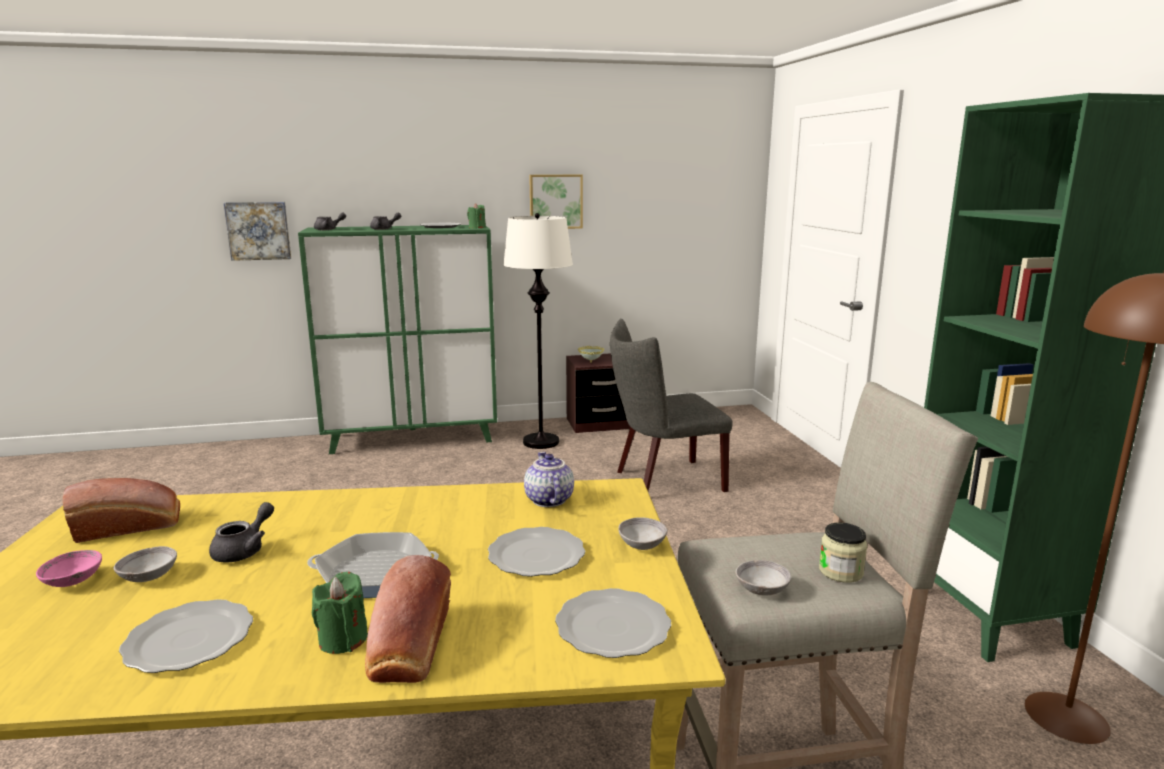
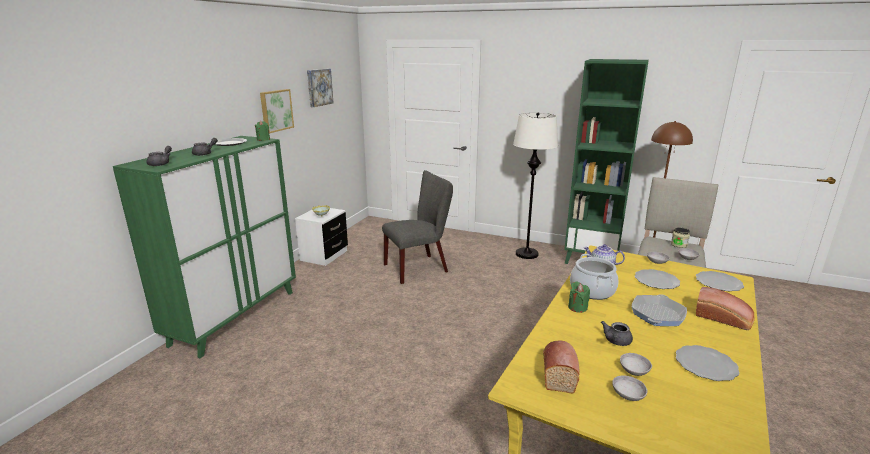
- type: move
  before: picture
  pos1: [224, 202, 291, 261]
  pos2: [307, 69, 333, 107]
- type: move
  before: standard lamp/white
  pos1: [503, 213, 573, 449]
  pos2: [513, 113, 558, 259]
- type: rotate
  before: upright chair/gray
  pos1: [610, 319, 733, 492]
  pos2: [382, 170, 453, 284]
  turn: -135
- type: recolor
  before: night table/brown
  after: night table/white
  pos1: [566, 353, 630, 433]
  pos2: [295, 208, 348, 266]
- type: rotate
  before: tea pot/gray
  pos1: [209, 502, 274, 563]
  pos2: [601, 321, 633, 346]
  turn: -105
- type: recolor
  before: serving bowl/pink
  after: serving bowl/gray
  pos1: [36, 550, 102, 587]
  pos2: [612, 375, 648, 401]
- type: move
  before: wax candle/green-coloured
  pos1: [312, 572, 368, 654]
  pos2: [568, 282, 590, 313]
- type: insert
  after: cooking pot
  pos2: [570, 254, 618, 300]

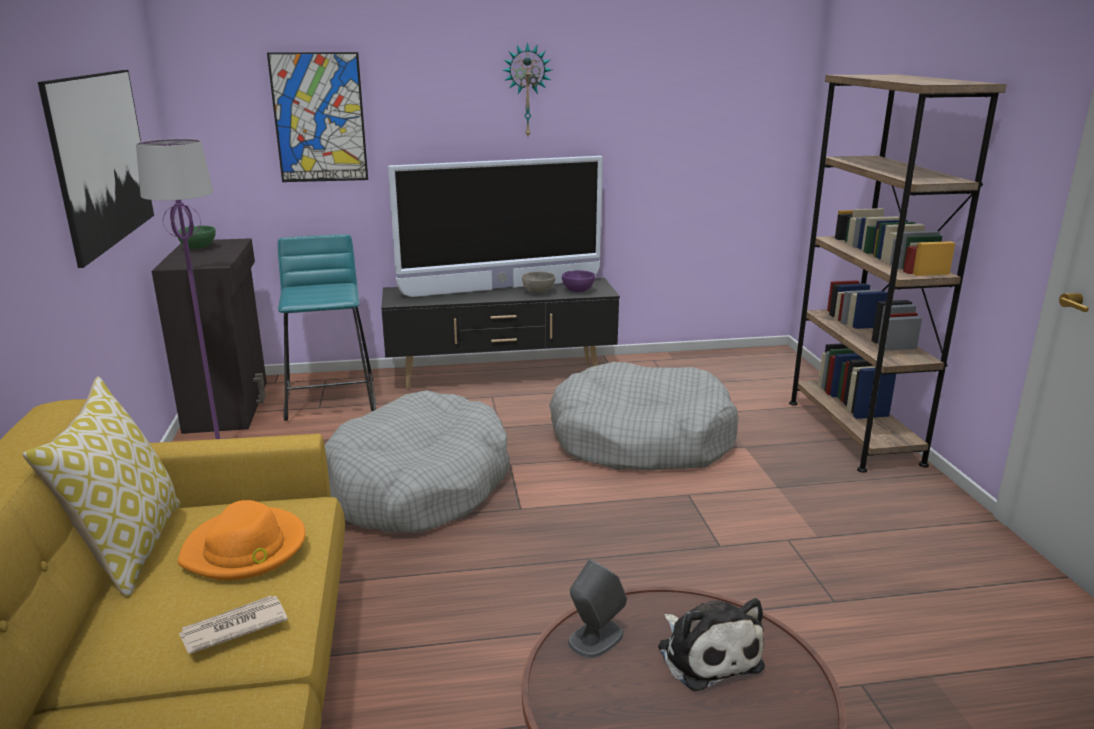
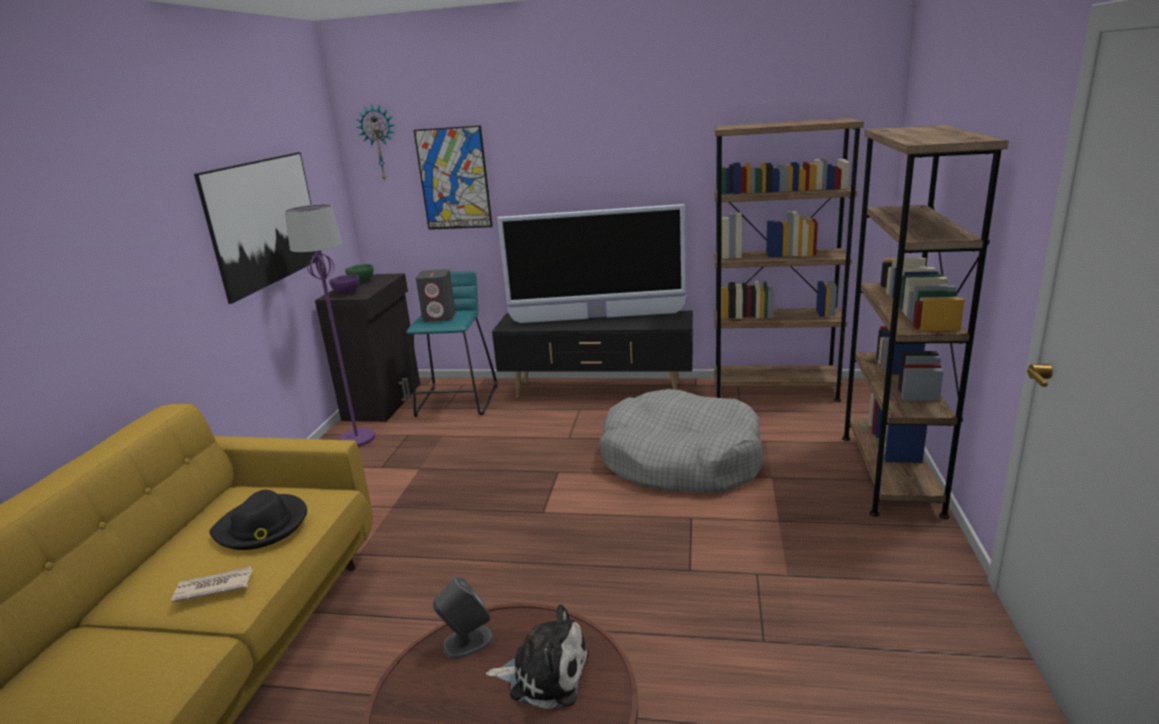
- type: move
  before: wall clock
  pos1: [503, 42, 552, 136]
  pos2: [356, 105, 394, 181]
- type: move
  before: serving bowl/purple-coloured
  pos1: [562, 270, 595, 292]
  pos2: [329, 275, 359, 294]
- type: delete
  before: serving bowl/gray
  pos1: [522, 272, 555, 294]
- type: delete
  before: cushion
  pos1: [23, 376, 180, 598]
- type: delete
  before: dog bed/gray
  pos1: [324, 390, 510, 533]
- type: recolor
  before: hat/orange
  after: hat/black-coloured
  pos1: [178, 500, 306, 580]
  pos2: [210, 490, 307, 550]
- type: rotate
  before: plush toy
  pos1: [658, 598, 765, 691]
  pos2: [486, 604, 589, 709]
  turn: -75
- type: insert
  after: shelving unit/brown
  pos2: [714, 118, 864, 402]
- type: insert
  after: loudspeaker/gray
  pos2: [416, 269, 456, 322]

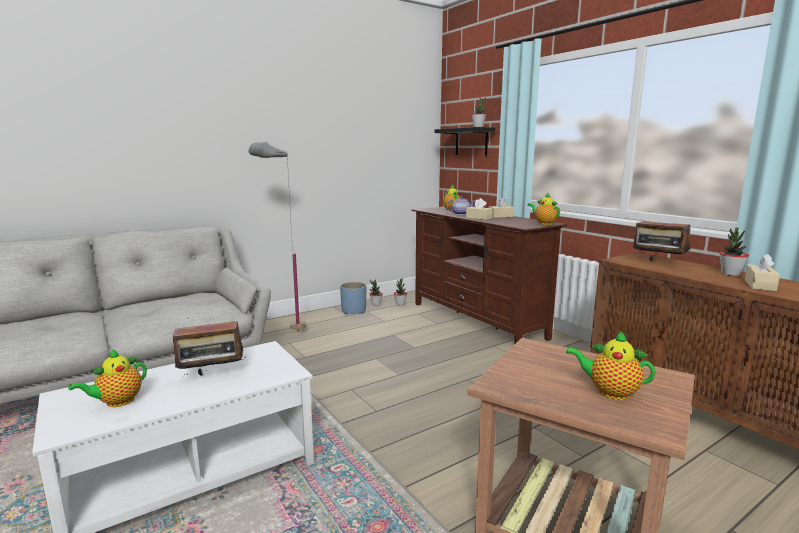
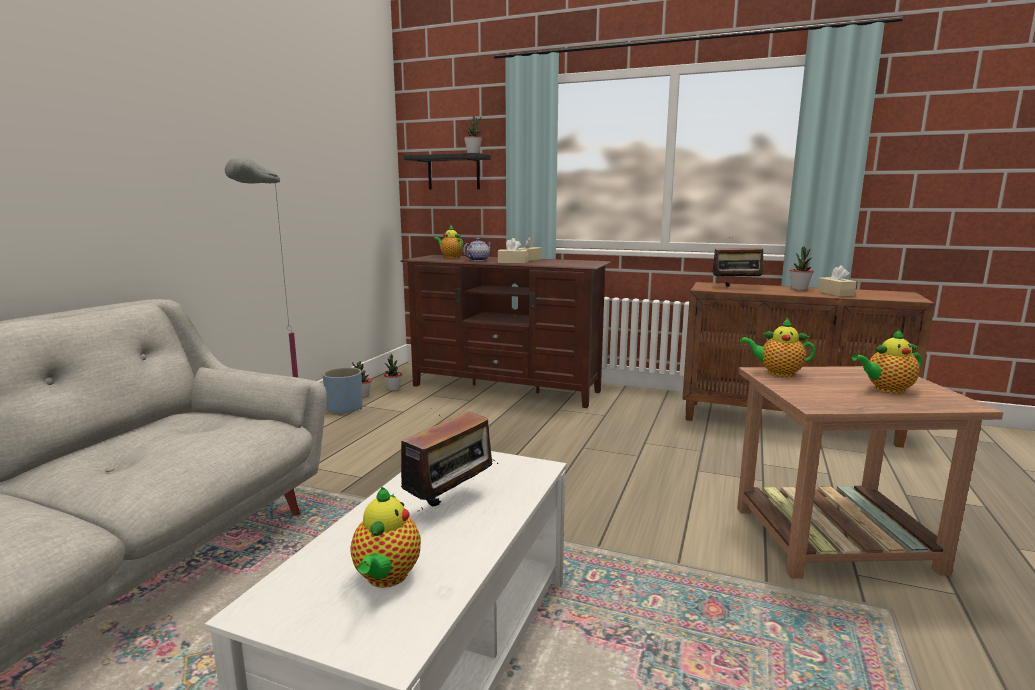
- type: move
  before: tea pot
  pos1: [527, 193, 560, 225]
  pos2: [740, 318, 816, 377]

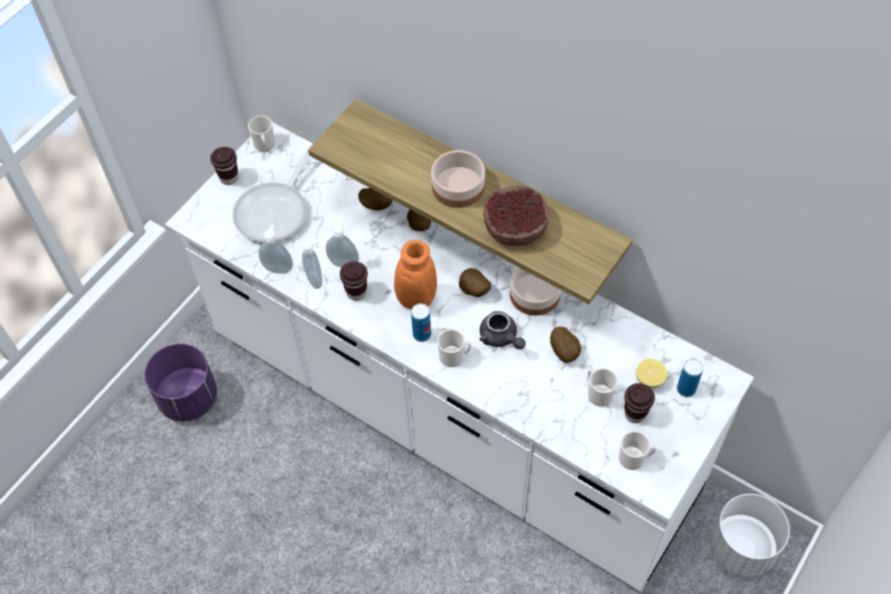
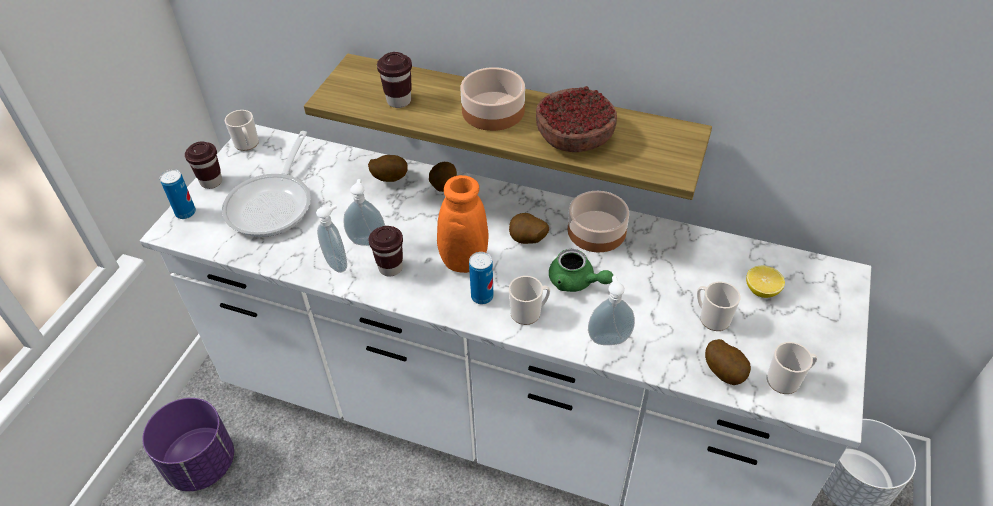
- type: move
  before: soap dispenser
  pos1: [259, 225, 293, 274]
  pos2: [588, 276, 635, 345]
- type: recolor
  before: tea pot/gray
  after: tea pot/green-coloured
  pos1: [480, 311, 526, 349]
  pos2: [549, 249, 613, 292]
- type: move
  before: whole potato
  pos1: [550, 327, 581, 363]
  pos2: [705, 339, 751, 385]
- type: move
  before: metal can
  pos1: [677, 359, 703, 397]
  pos2: [160, 169, 196, 219]
- type: move
  before: drinking cup/brown
  pos1: [624, 383, 655, 423]
  pos2: [377, 52, 412, 108]

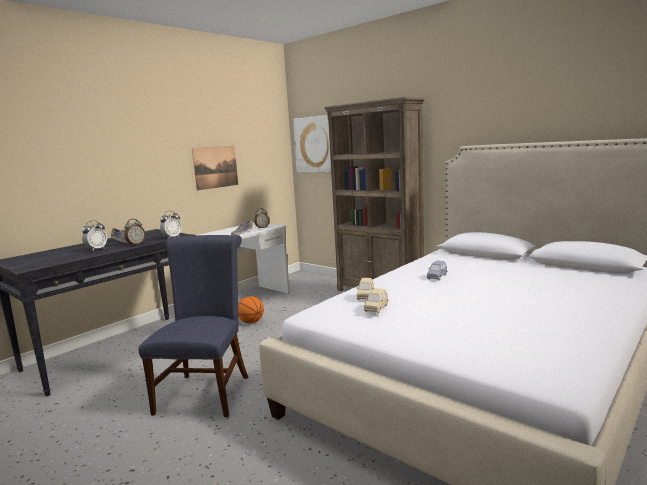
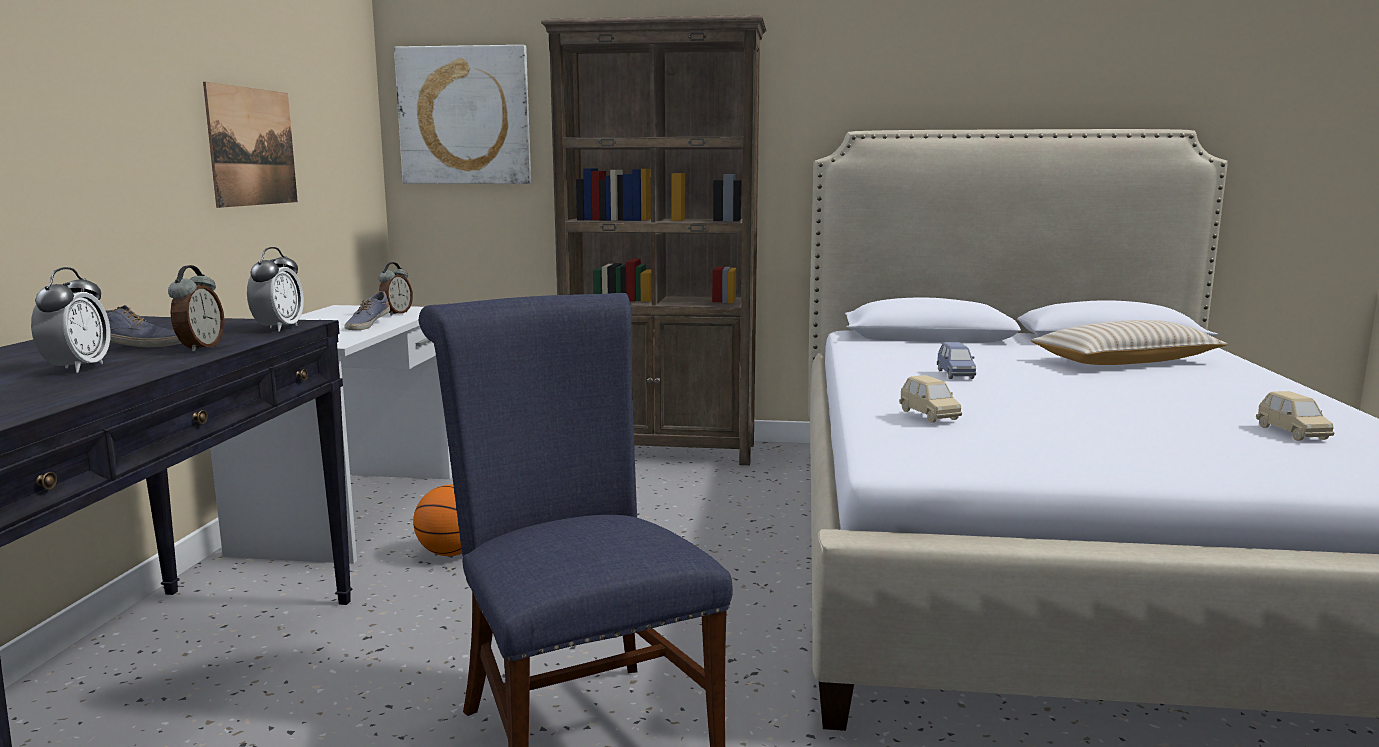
- type: move
  before: miniature car/sand-coloured
  pos1: [364, 288, 389, 314]
  pos2: [1256, 391, 1334, 441]
- type: insert
  after: cushion/sand-coloured
  pos2: [1031, 320, 1228, 365]

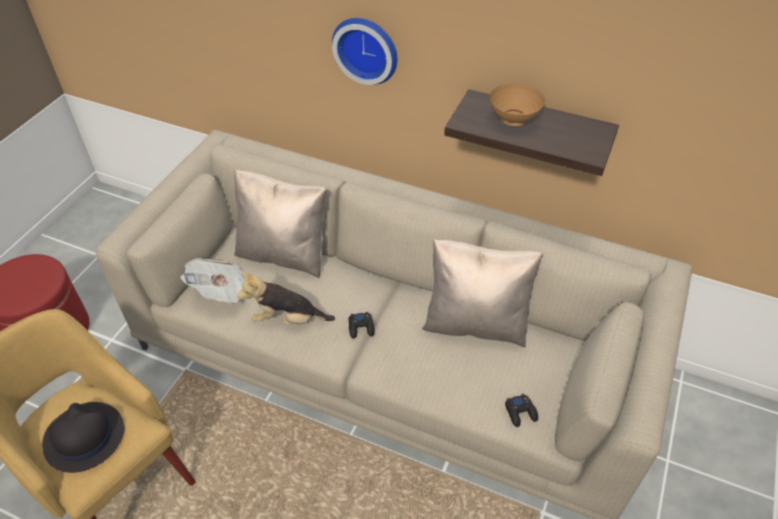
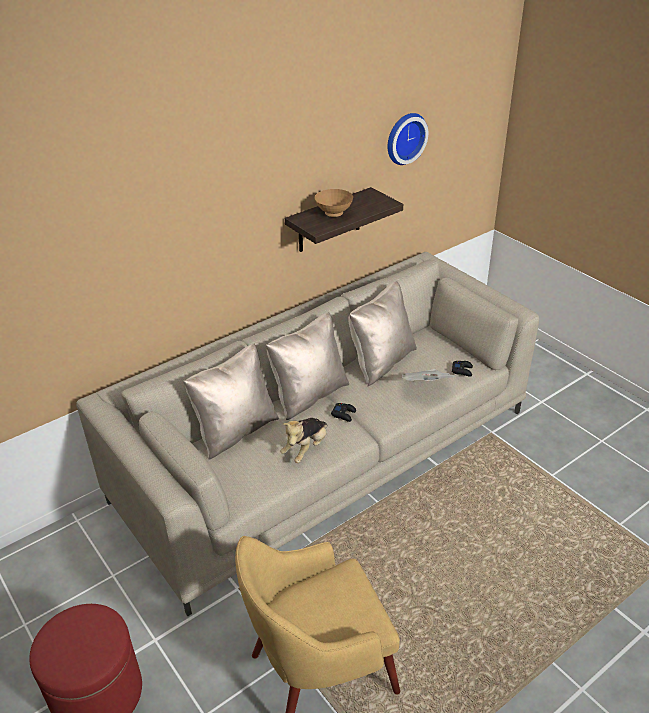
- type: move
  before: wall clock
  pos1: [332, 18, 397, 85]
  pos2: [388, 113, 428, 165]
- type: move
  before: daily paper
  pos1: [180, 258, 246, 304]
  pos2: [402, 369, 456, 381]
- type: delete
  before: hat/black-coloured
  pos1: [42, 402, 124, 473]
- type: insert
  after: cushion/sand-coloured
  pos2: [266, 312, 349, 420]

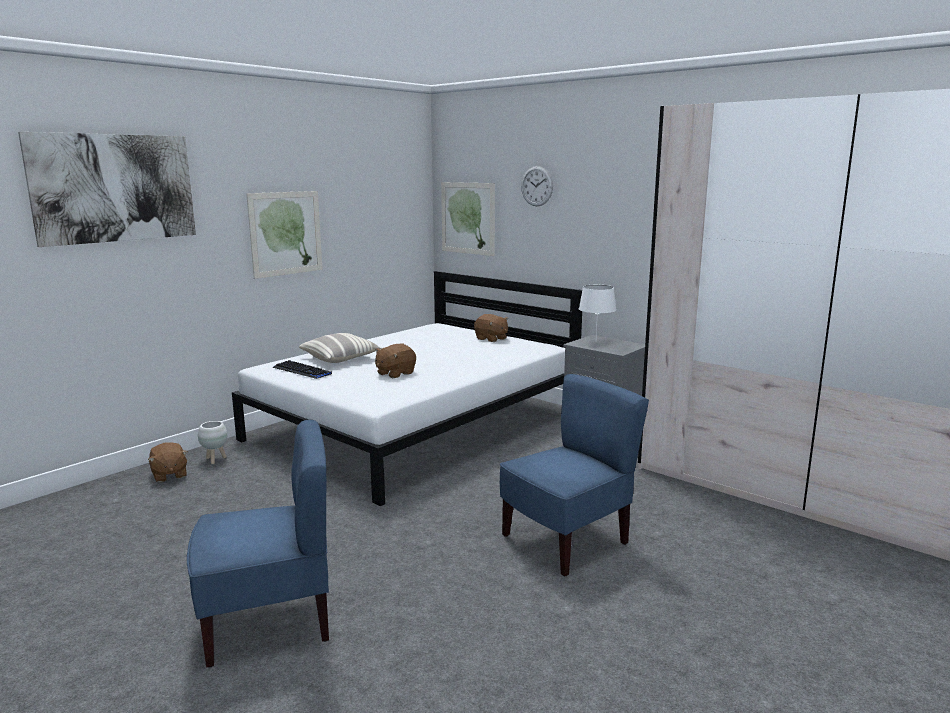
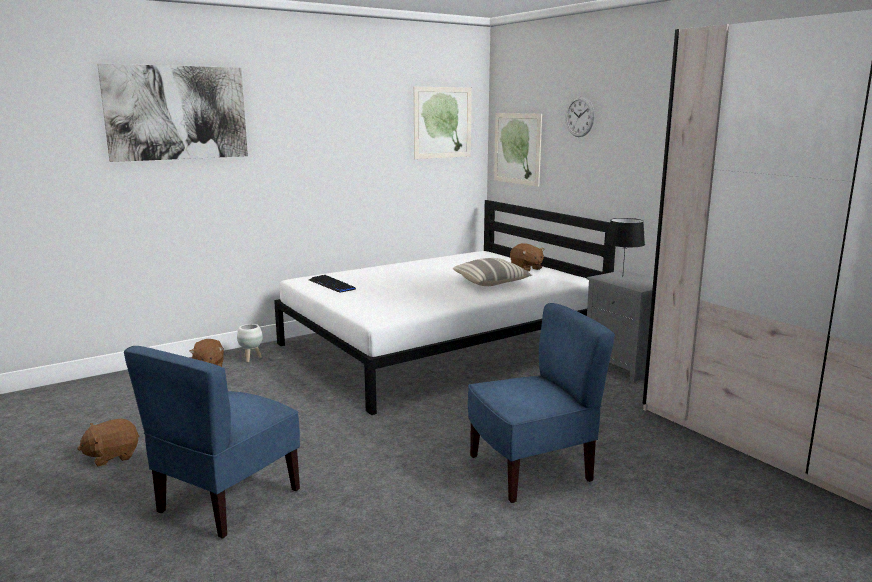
- type: move
  before: picture
  pos1: [246, 191, 323, 279]
  pos2: [414, 87, 472, 159]
- type: recolor
  before: table lamp/white
  after: table lamp/black-coloured
  pos1: [579, 285, 616, 335]
  pos2: [606, 218, 645, 271]
- type: move
  before: cushion
  pos1: [299, 333, 382, 363]
  pos2: [453, 258, 533, 286]
- type: move
  before: plush toy/brown
  pos1: [375, 344, 416, 378]
  pos2: [77, 418, 139, 467]
- type: rotate
  before: upright chair/blue-coloured
  pos1: [187, 420, 329, 668]
  pos2: [124, 346, 300, 538]
  turn: 120

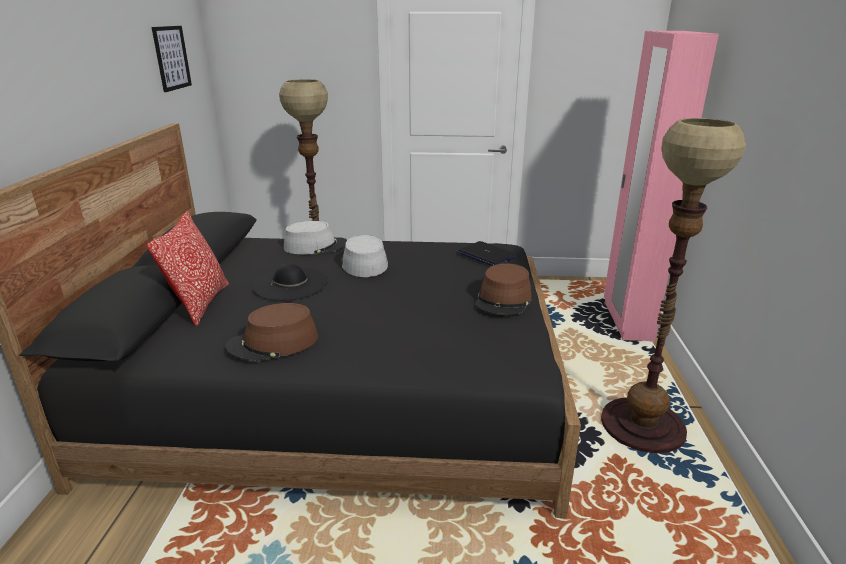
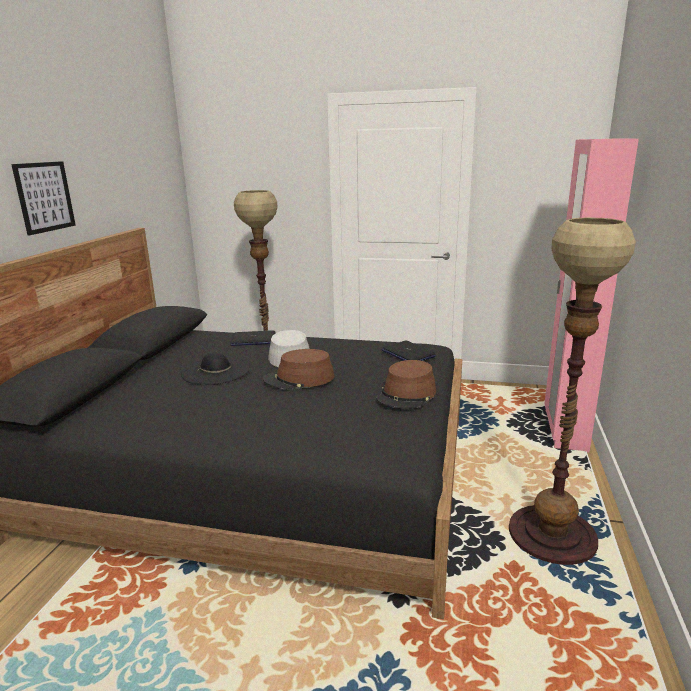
- type: move
  before: picture
  pos1: [152, 26, 192, 92]
  pos2: [11, 161, 76, 235]
- type: delete
  before: cushion
  pos1: [147, 211, 229, 327]
- type: replace
  before: hat/gray
  after: laptop
  pos1: [284, 221, 347, 254]
  pos2: [230, 330, 275, 346]
- type: move
  before: hat/brown
  pos1: [226, 303, 318, 362]
  pos2: [263, 349, 334, 390]

